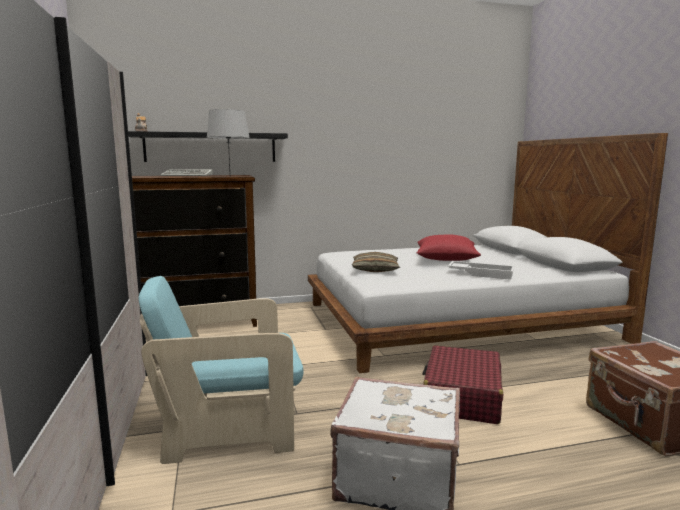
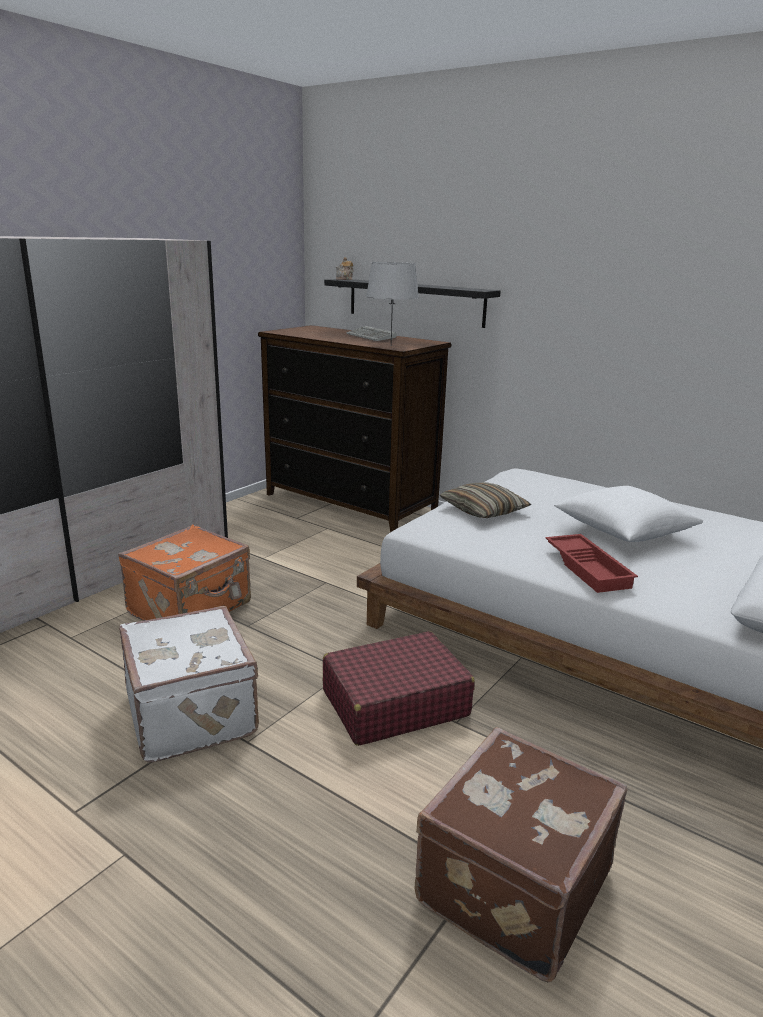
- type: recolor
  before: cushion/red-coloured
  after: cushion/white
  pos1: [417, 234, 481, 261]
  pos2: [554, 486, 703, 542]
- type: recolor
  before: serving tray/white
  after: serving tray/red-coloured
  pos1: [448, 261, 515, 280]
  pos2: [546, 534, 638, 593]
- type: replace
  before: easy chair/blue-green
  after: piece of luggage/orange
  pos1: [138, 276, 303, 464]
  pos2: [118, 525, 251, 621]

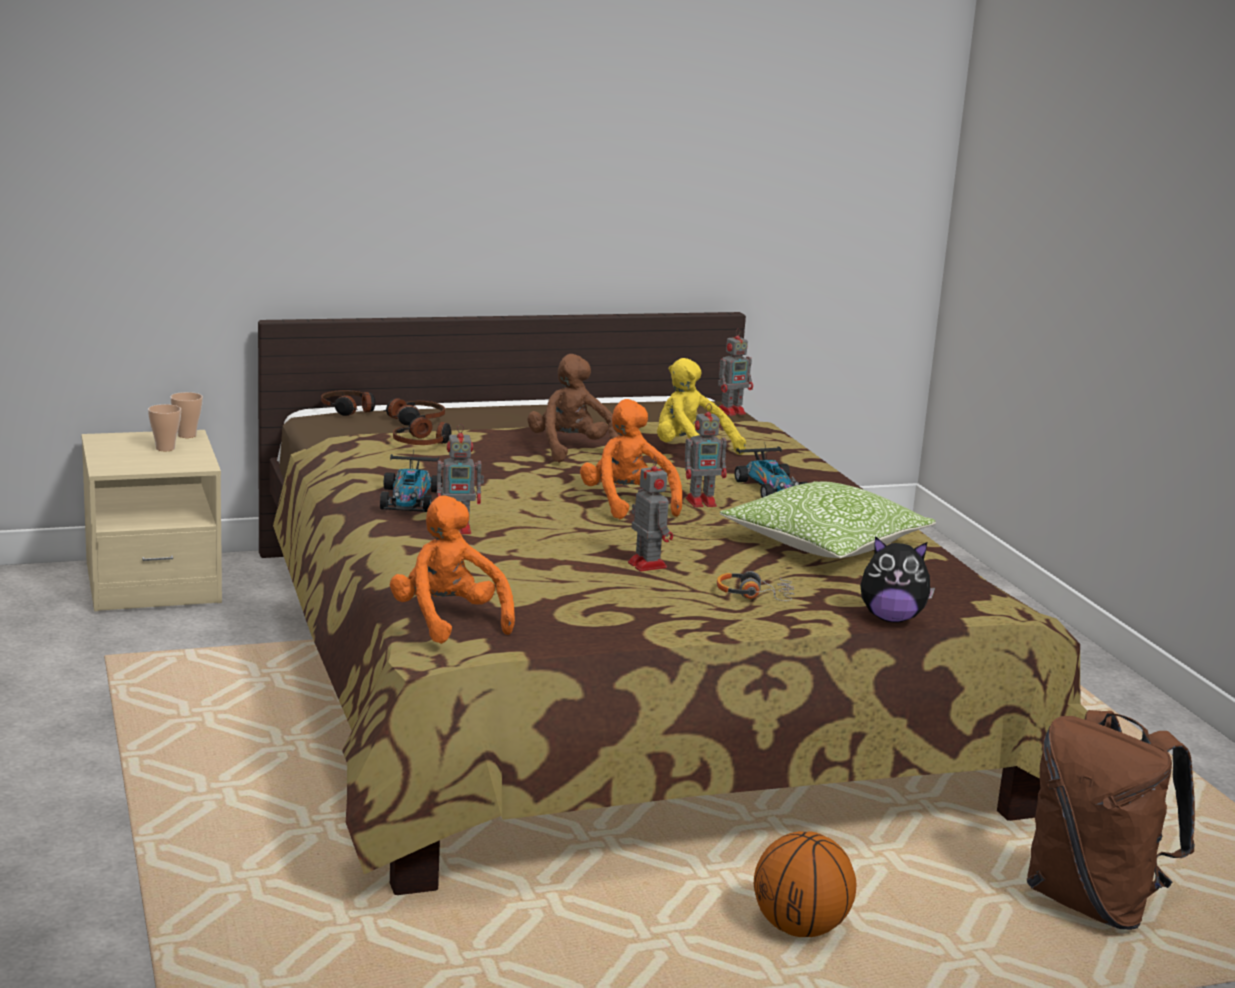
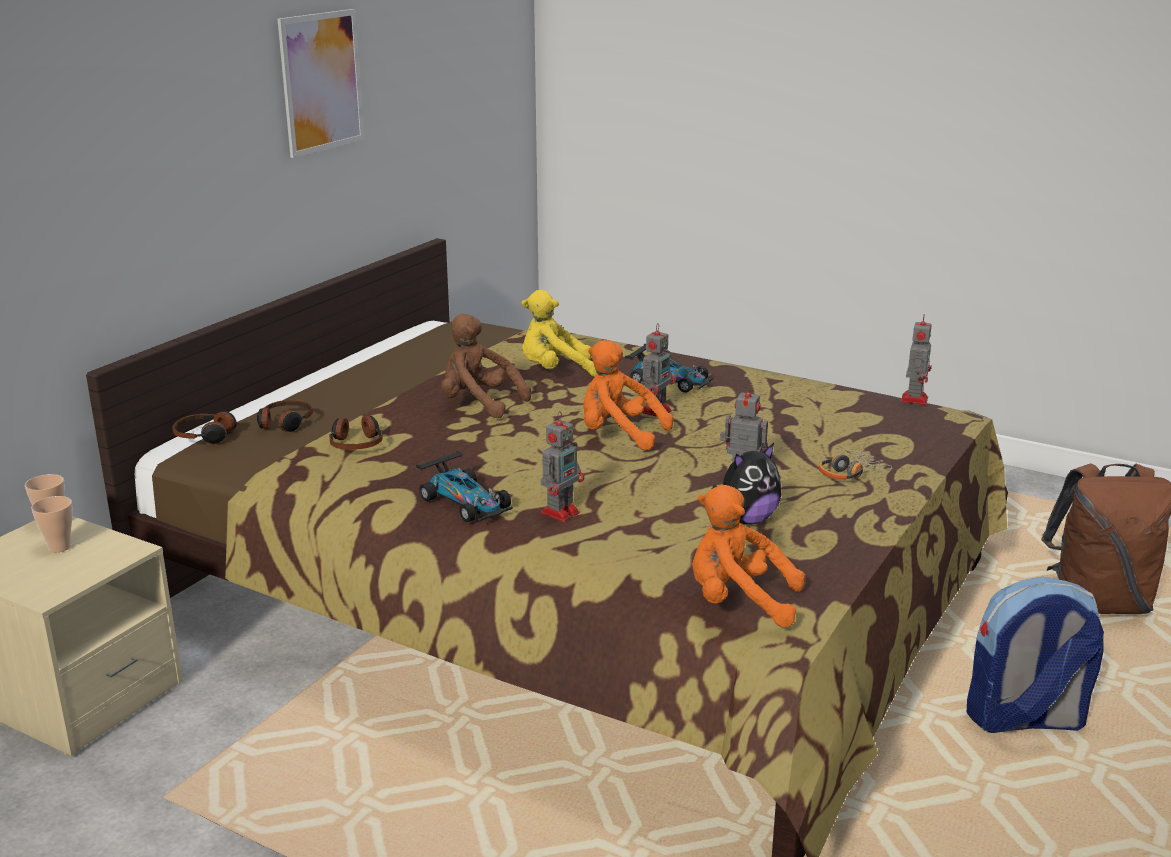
- type: move
  before: toy robot
  pos1: [718, 328, 753, 416]
  pos2: [901, 316, 932, 405]
- type: delete
  before: cushion
  pos1: [720, 481, 936, 559]
- type: move
  before: plush toy
  pos1: [860, 536, 935, 623]
  pos2: [712, 443, 781, 525]
- type: replace
  before: basketball ball
  after: knapsack
  pos1: [754, 831, 856, 937]
  pos2: [967, 577, 1104, 733]
- type: insert
  after: picture
  pos2: [277, 9, 364, 158]

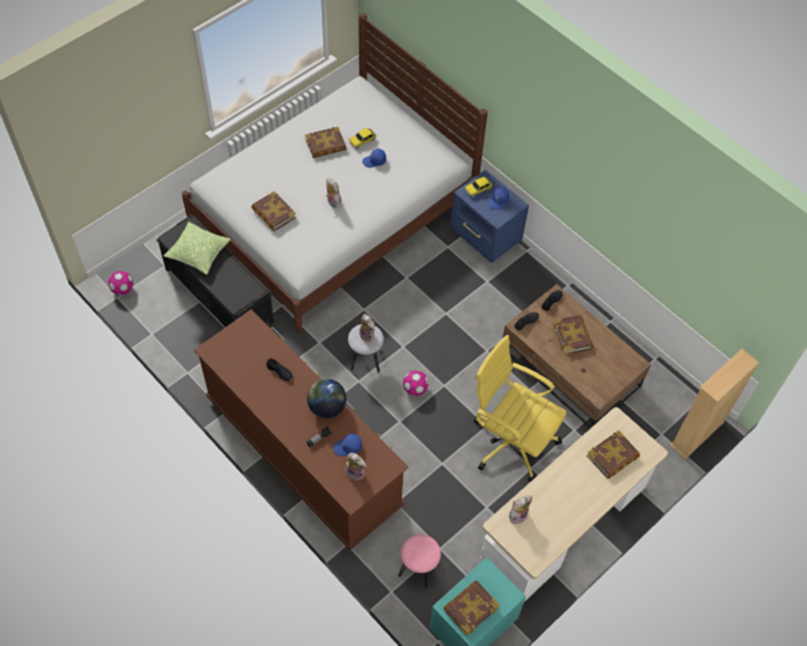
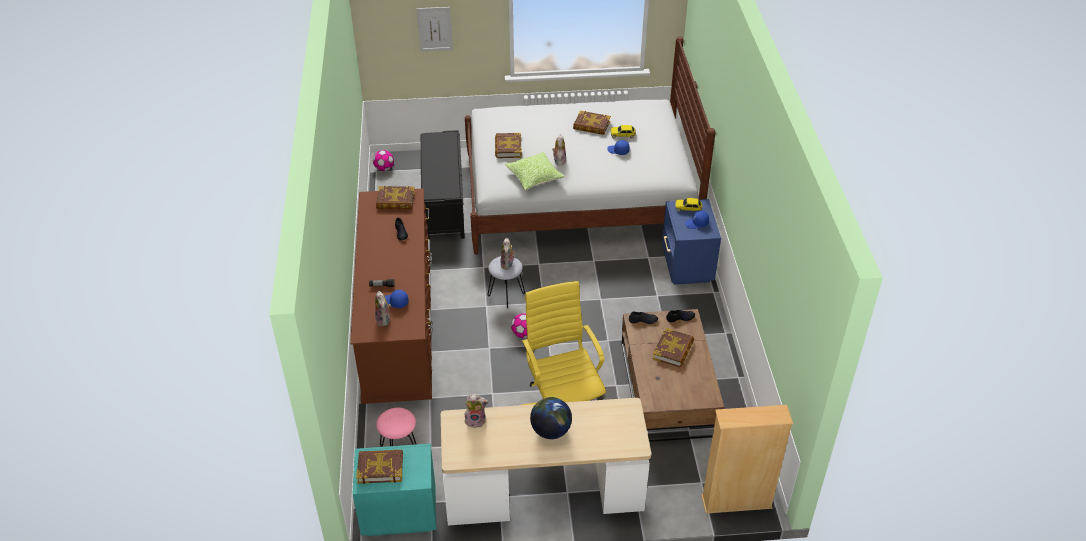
- type: move
  before: cushion
  pos1: [164, 222, 231, 275]
  pos2: [505, 152, 565, 190]
- type: move
  before: world globe
  pos1: [307, 379, 346, 418]
  pos2: [530, 397, 572, 439]
- type: move
  before: bound book
  pos1: [587, 430, 640, 479]
  pos2: [376, 186, 415, 209]
- type: insert
  after: picture
  pos2: [416, 7, 453, 52]

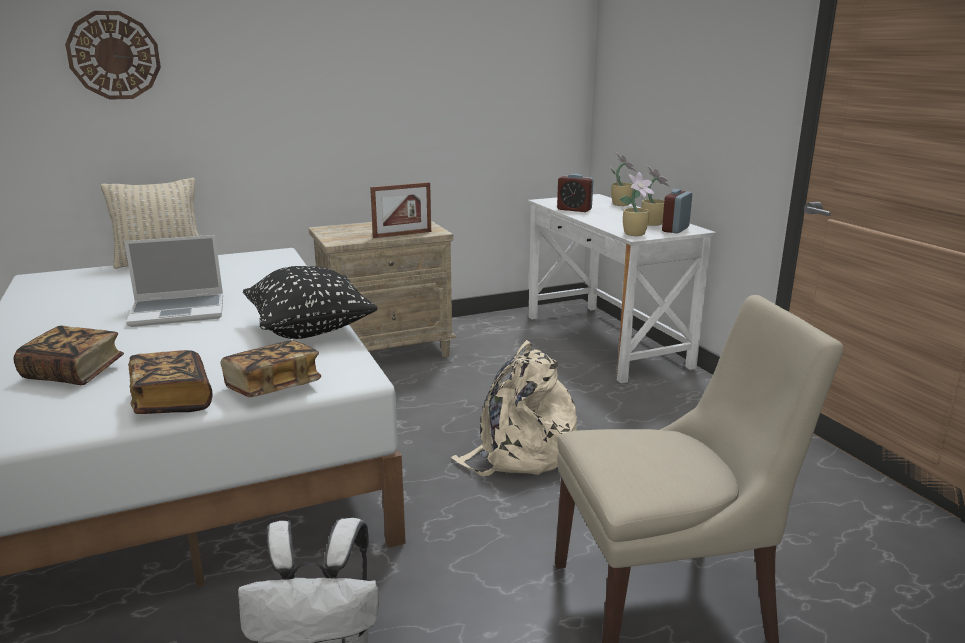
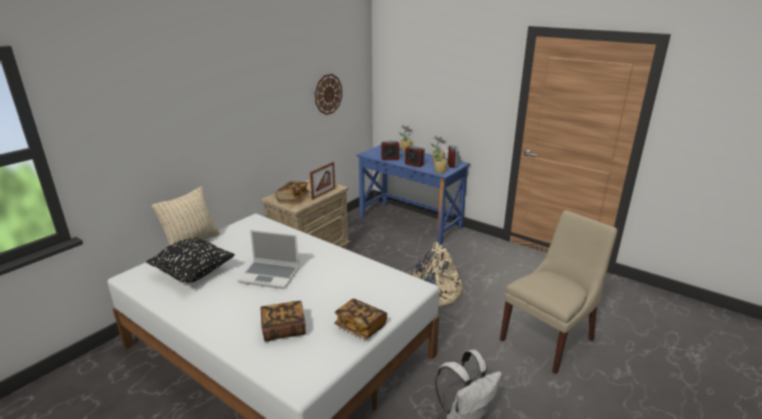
- type: move
  before: wall clock
  pos1: [65, 11, 161, 100]
  pos2: [315, 74, 342, 115]
- type: recolor
  before: desk/white
  after: desk/blue-coloured
  pos1: [528, 194, 716, 384]
  pos2: [357, 145, 470, 245]
- type: rotate
  before: laptop
  pos1: [124, 235, 223, 327]
  pos2: [237, 230, 300, 289]
  turn: 60
- type: move
  before: cushion/black-coloured
  pos1: [243, 266, 377, 339]
  pos2: [146, 237, 235, 283]
- type: move
  before: bound book
  pos1: [220, 340, 321, 397]
  pos2: [275, 181, 309, 201]
- type: insert
  after: bedside clock
  pos2: [405, 146, 425, 167]

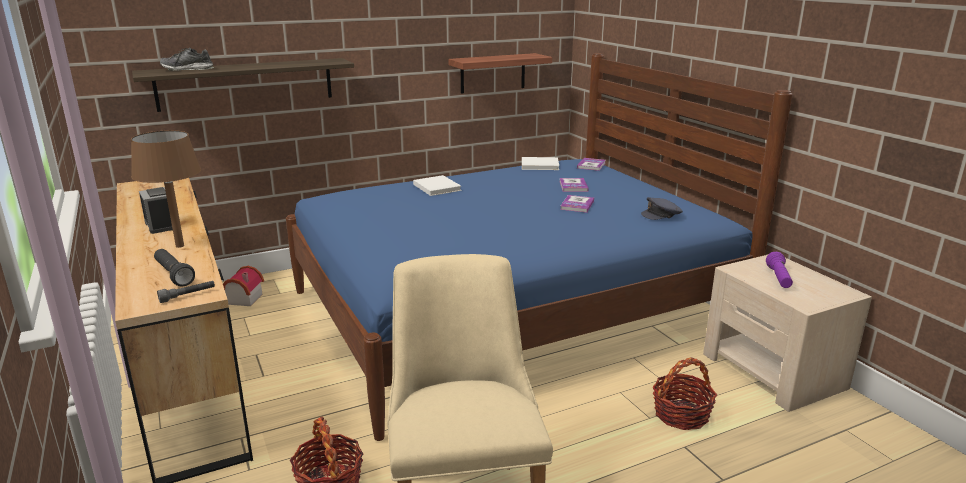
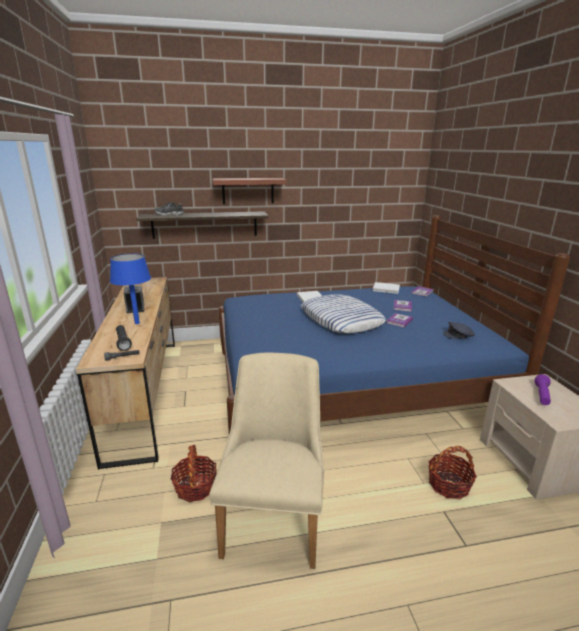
- type: move
  before: bracket shelf
  pos1: [449, 53, 552, 94]
  pos2: [212, 178, 287, 204]
- type: recolor
  before: table lamp/brown
  after: table lamp/blue-coloured
  pos1: [131, 130, 201, 248]
  pos2: [110, 253, 151, 324]
- type: delete
  before: model house
  pos1: [223, 266, 264, 306]
- type: insert
  after: cushion
  pos2: [301, 294, 386, 333]

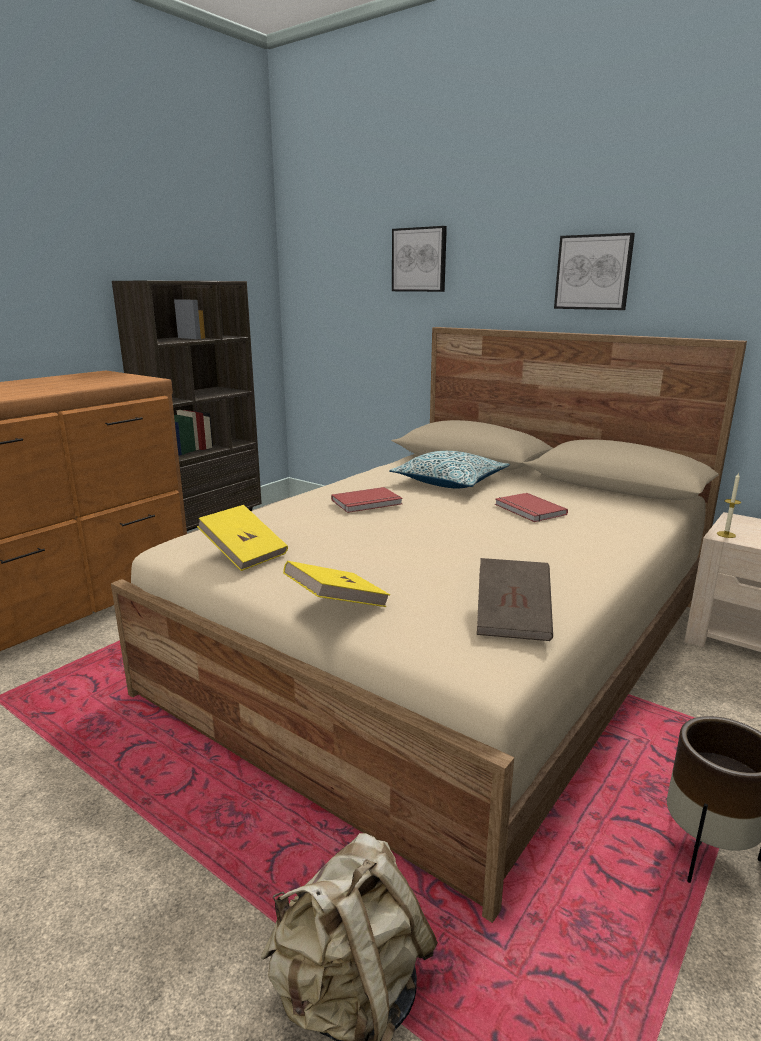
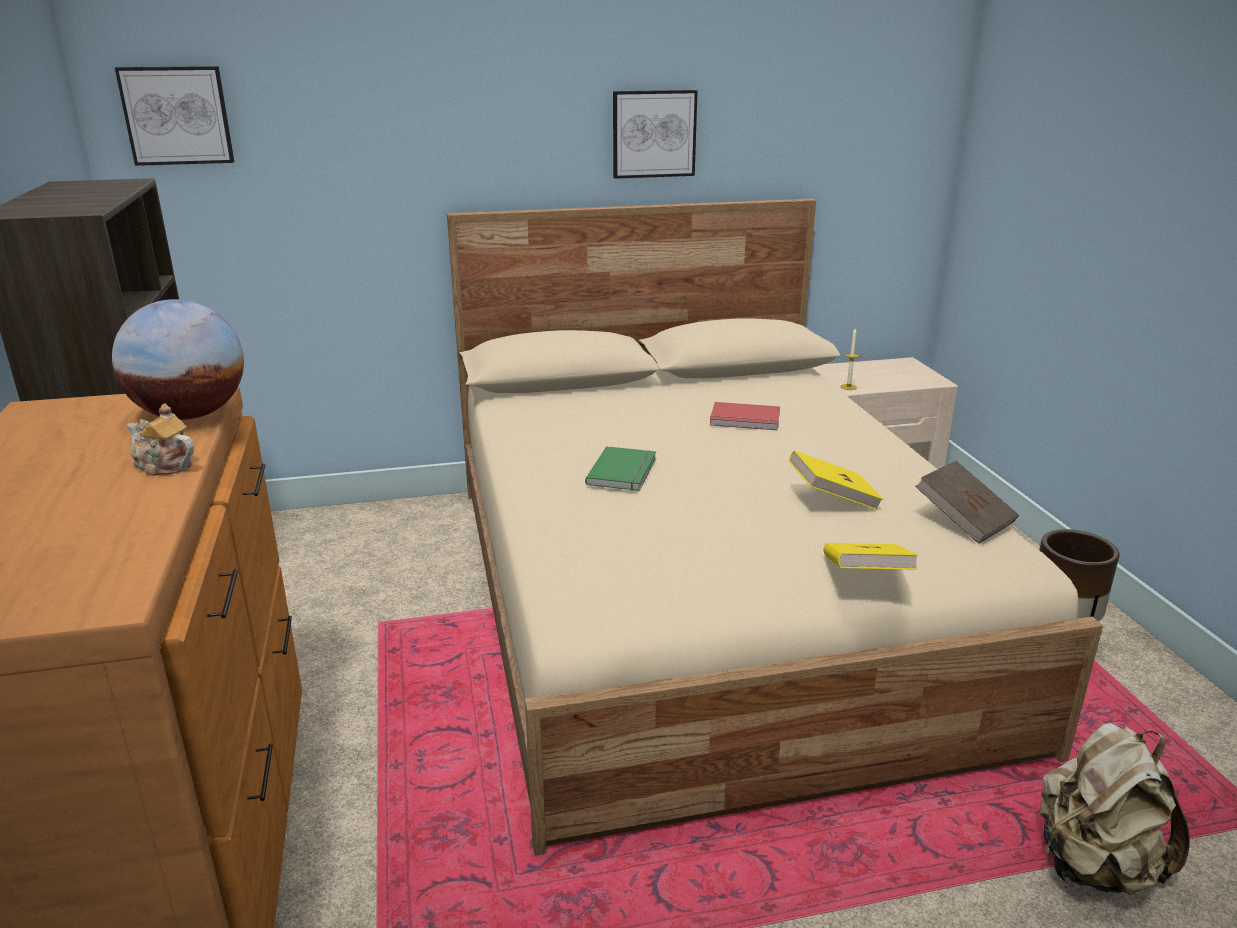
- type: move
  before: picture
  pos1: [392, 226, 447, 292]
  pos2: [115, 66, 234, 166]
- type: delete
  before: cushion
  pos1: [389, 451, 510, 488]
- type: recolor
  before: bound book/red-coloured
  after: bound book/green-coloured
  pos1: [331, 487, 403, 513]
  pos2: [585, 446, 656, 491]
- type: move
  before: bound book/yellow
  pos1: [197, 505, 288, 571]
  pos2: [789, 450, 883, 510]
- type: insert
  after: world globe
  pos2: [112, 299, 244, 420]
- type: insert
  after: tea pot
  pos2: [127, 403, 194, 476]

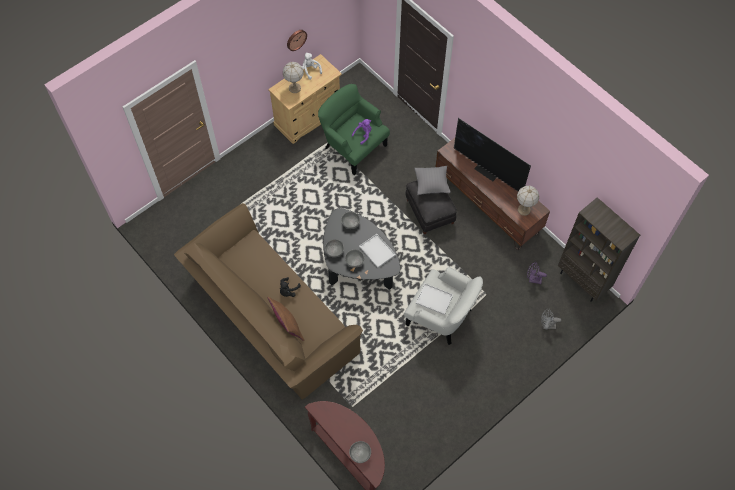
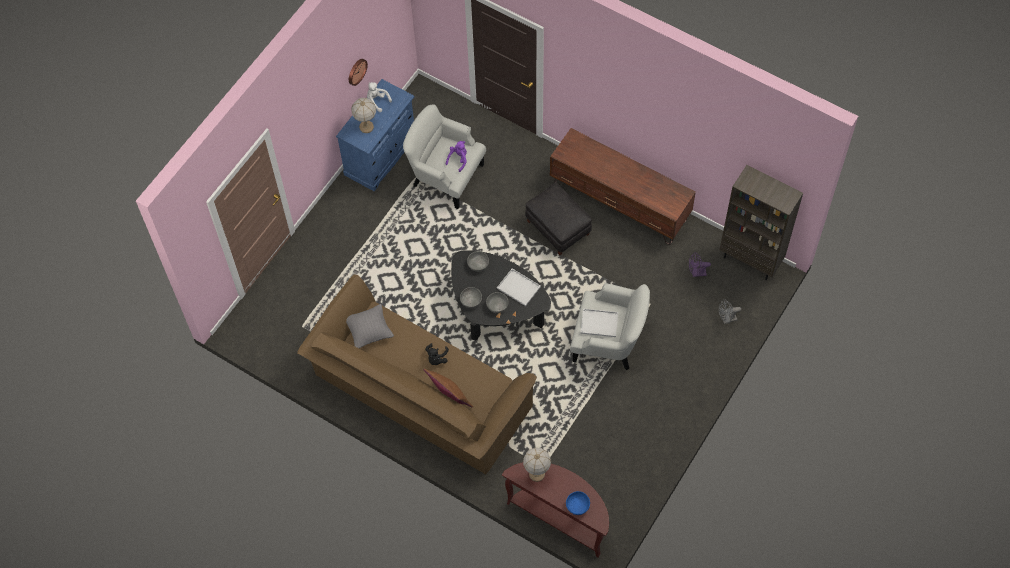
- type: recolor
  before: cupboard/sand-coloured
  after: cupboard/blue-coloured
  pos1: [268, 54, 342, 144]
  pos2: [336, 79, 414, 191]
- type: recolor
  before: easy chair/green-coloured
  after: easy chair/white
  pos1: [318, 84, 390, 175]
  pos2: [403, 105, 486, 209]
- type: delete
  before: TV
  pos1: [454, 118, 531, 191]
- type: move
  before: cushion/gray
  pos1: [415, 166, 451, 195]
  pos2: [346, 304, 394, 348]
- type: move
  before: table lamp
  pos1: [517, 186, 539, 216]
  pos2: [523, 448, 551, 482]
- type: recolor
  before: serving bowl/gray
  after: serving bowl/blue-coloured
  pos1: [349, 441, 371, 463]
  pos2: [566, 491, 590, 515]

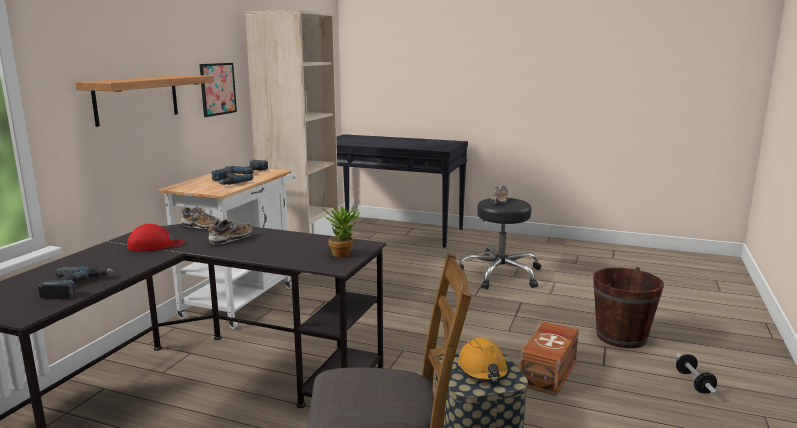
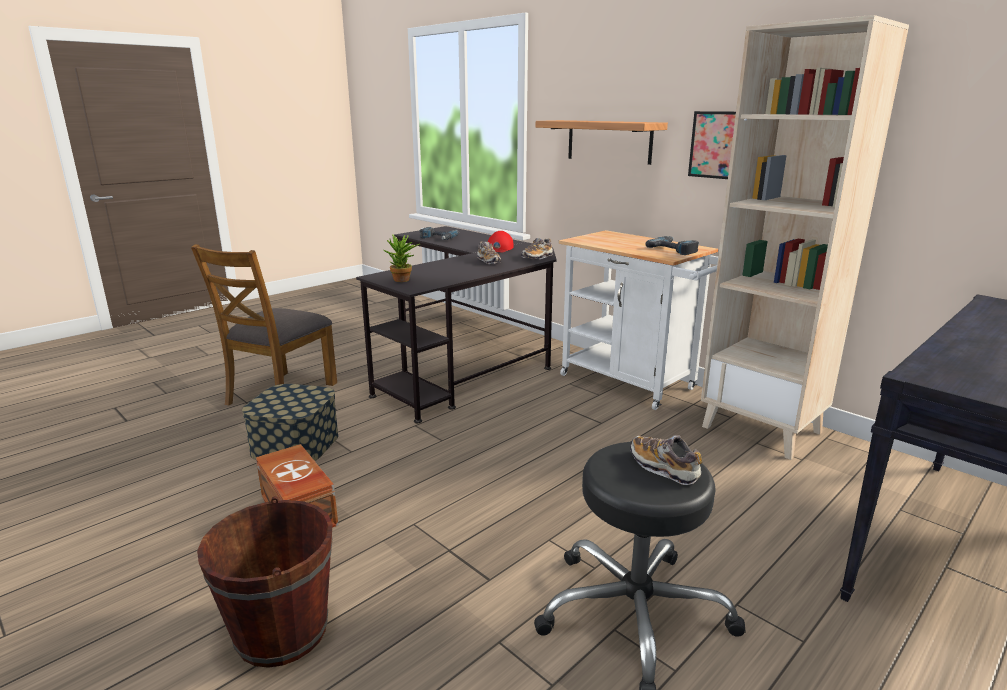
- type: delete
  before: power drill
  pos1: [211, 168, 253, 185]
- type: delete
  before: hard hat/orange
  pos1: [457, 338, 509, 382]
- type: delete
  before: hand weight
  pos1: [676, 353, 718, 396]

